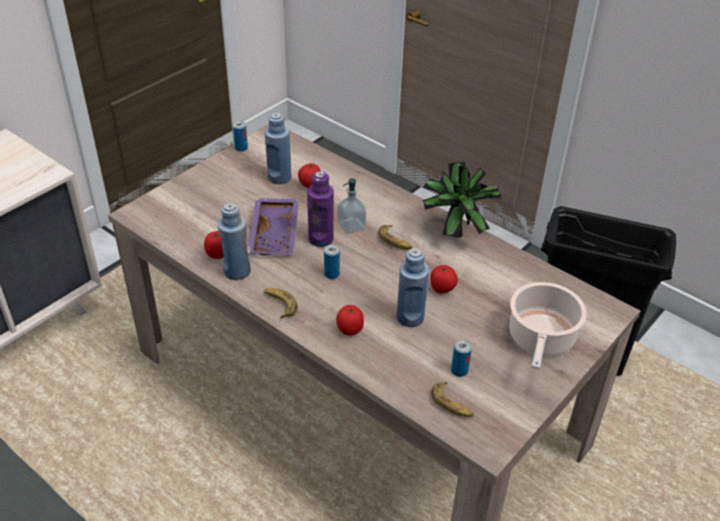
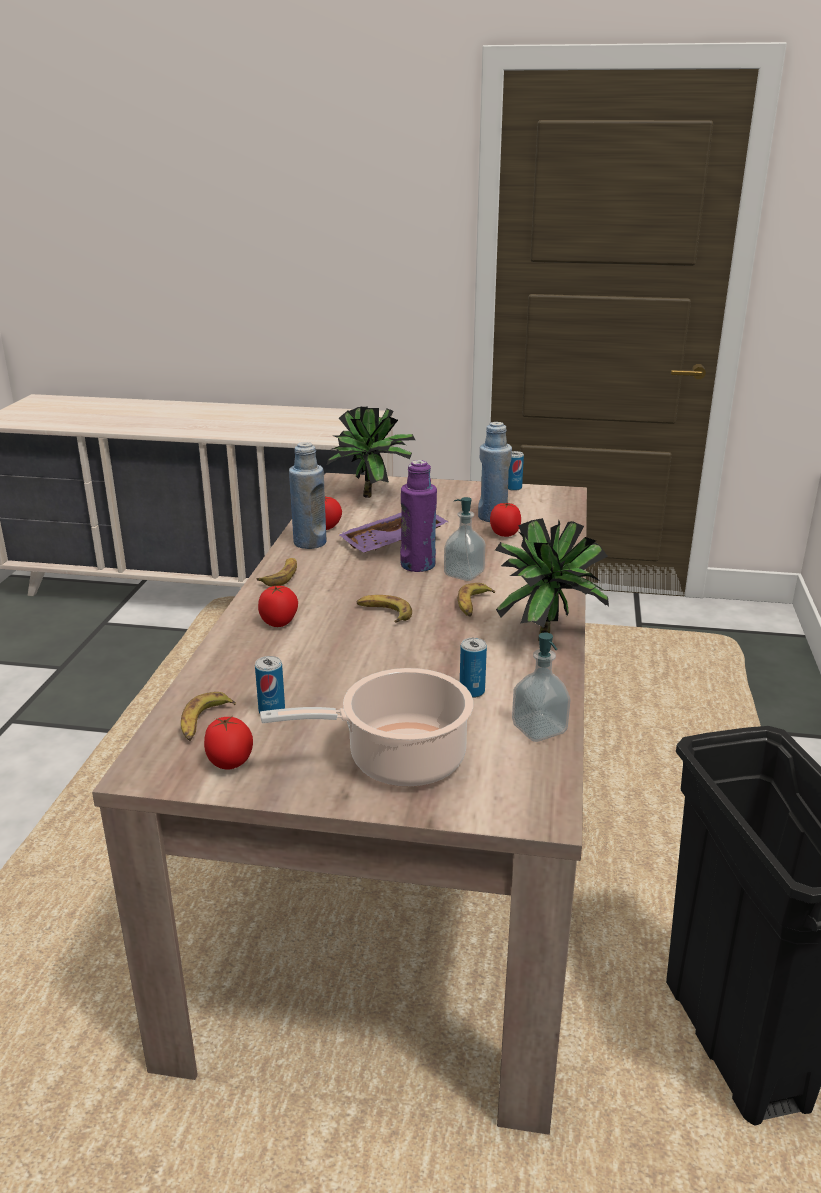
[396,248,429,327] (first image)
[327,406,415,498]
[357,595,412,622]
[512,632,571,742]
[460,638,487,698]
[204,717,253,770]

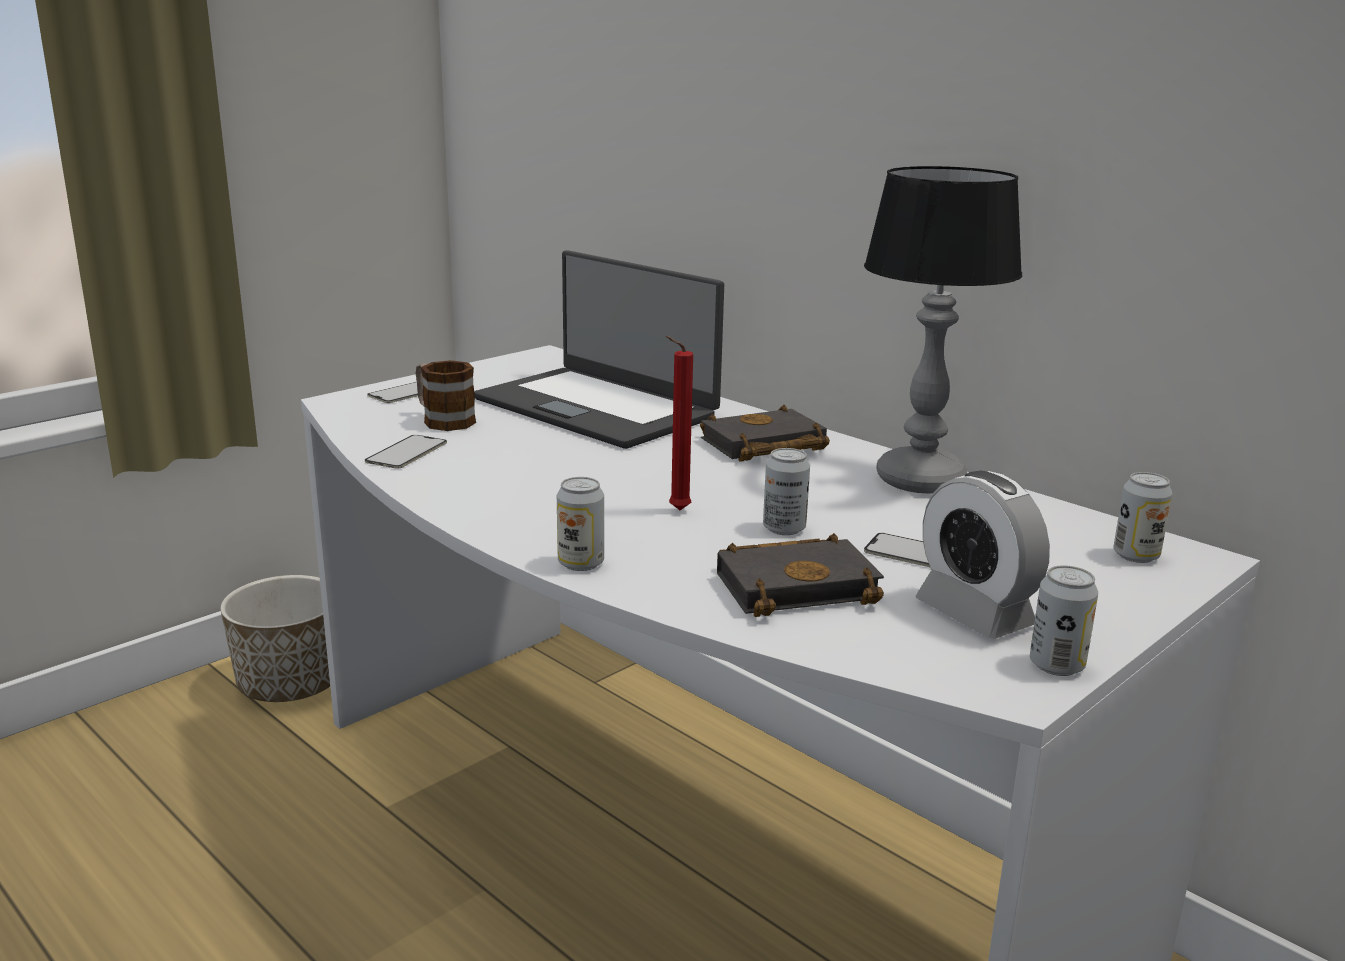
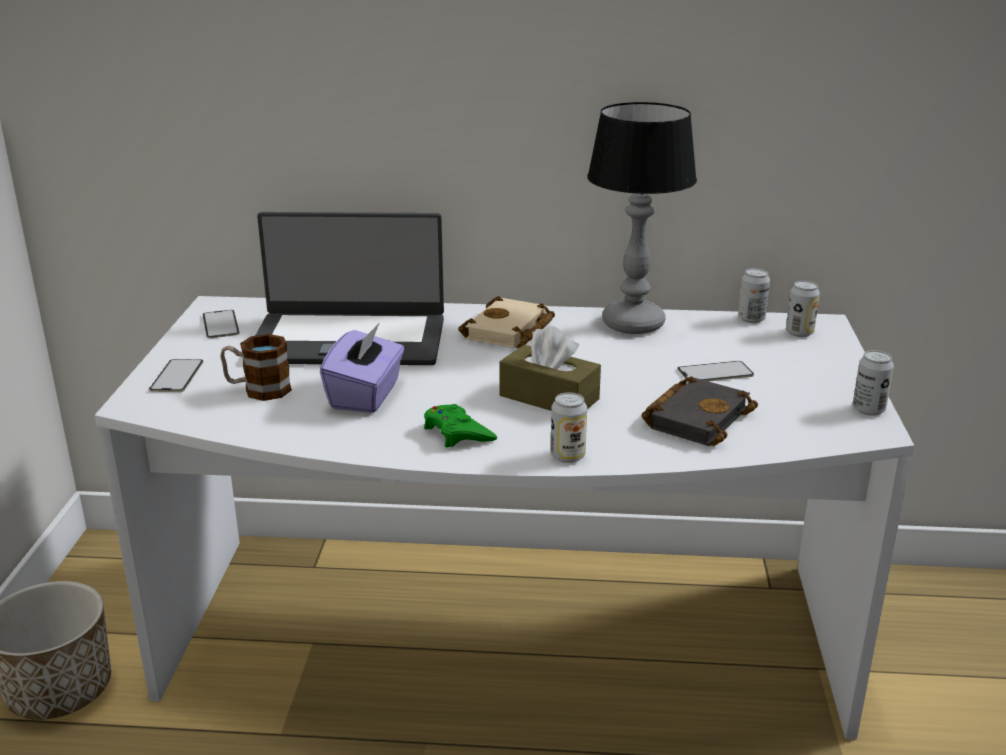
[916,470,1050,639] (first image)
[320,324,404,413]
[424,404,497,447]
[203,310,240,338]
[738,268,770,323]
[500,326,601,411]
[458,296,555,348]

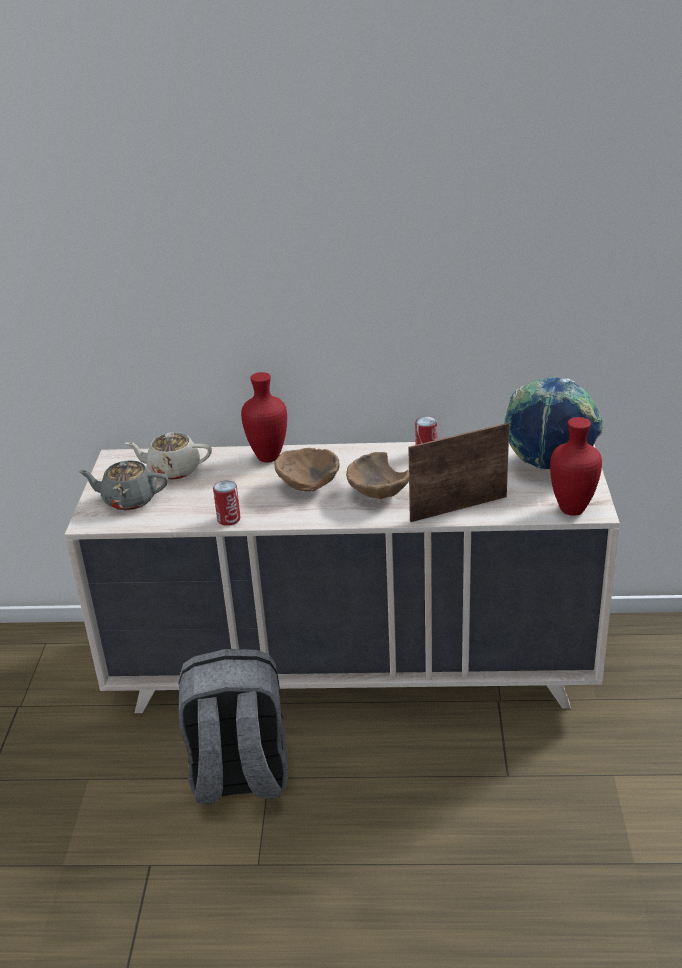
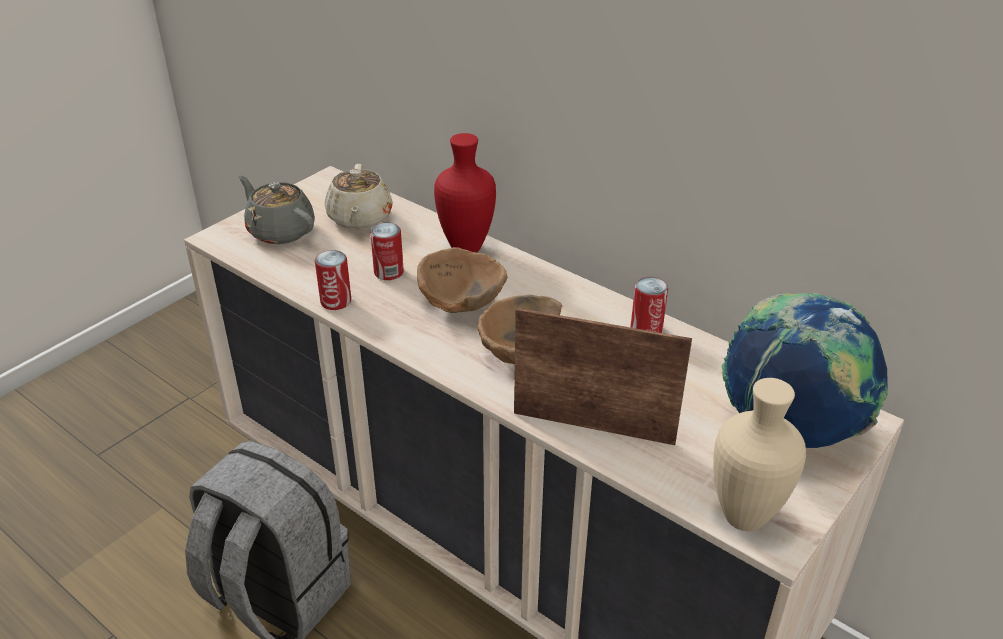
[370,223,404,280]
[713,378,806,531]
[325,164,393,229]

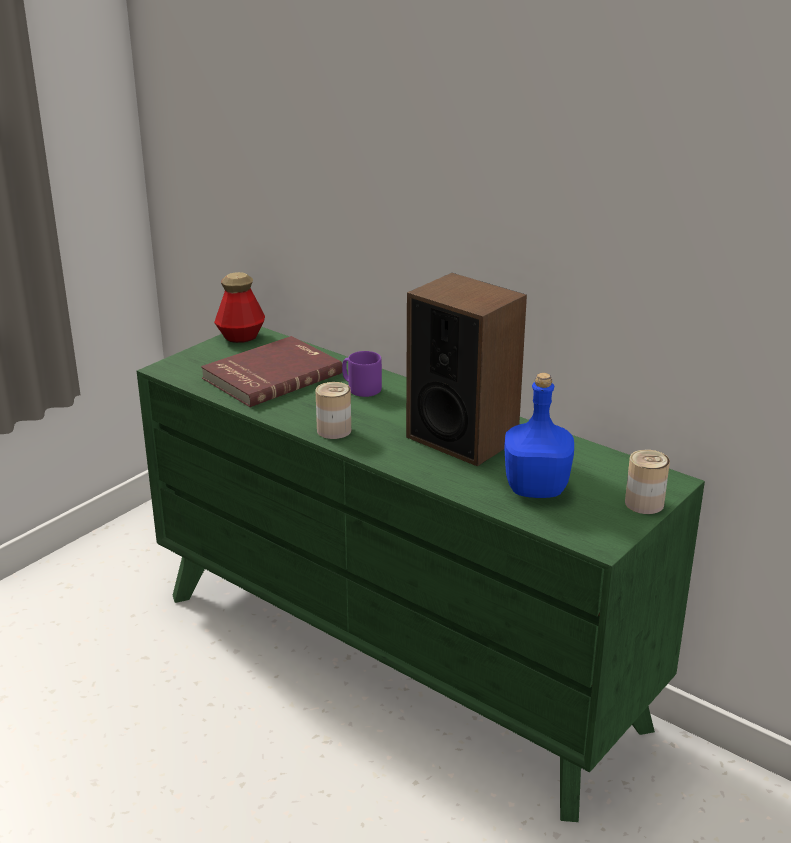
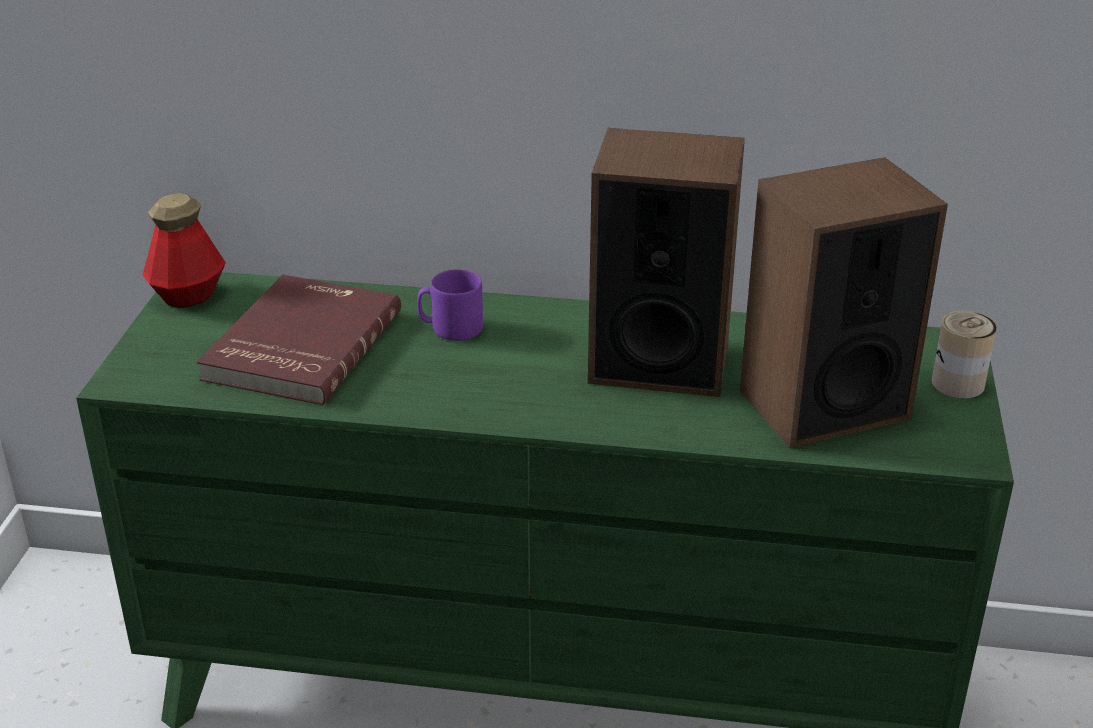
[315,382,351,439] (first image)
[740,157,948,448]

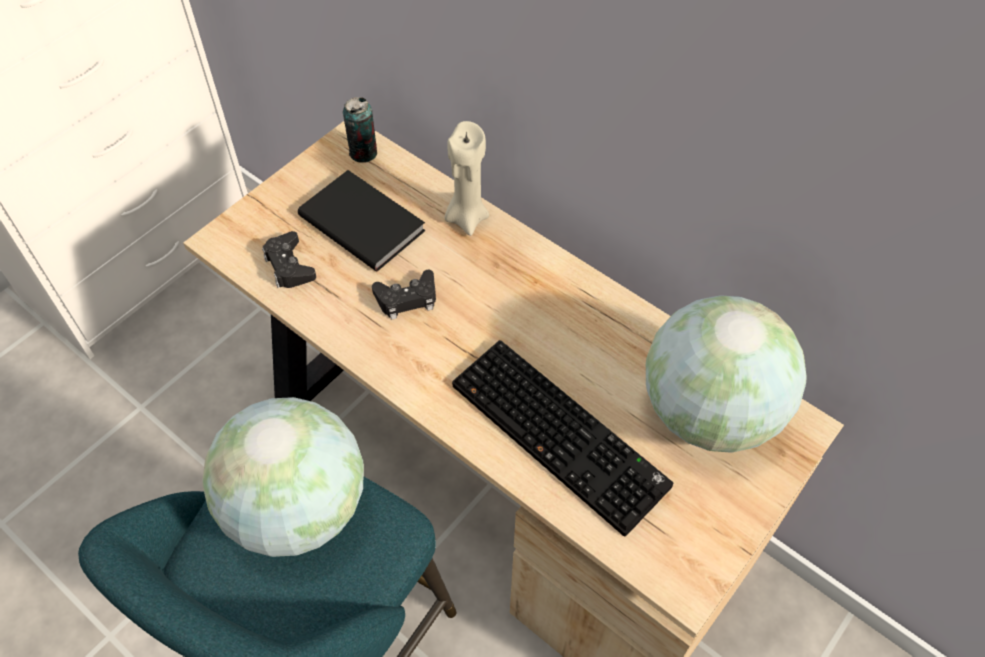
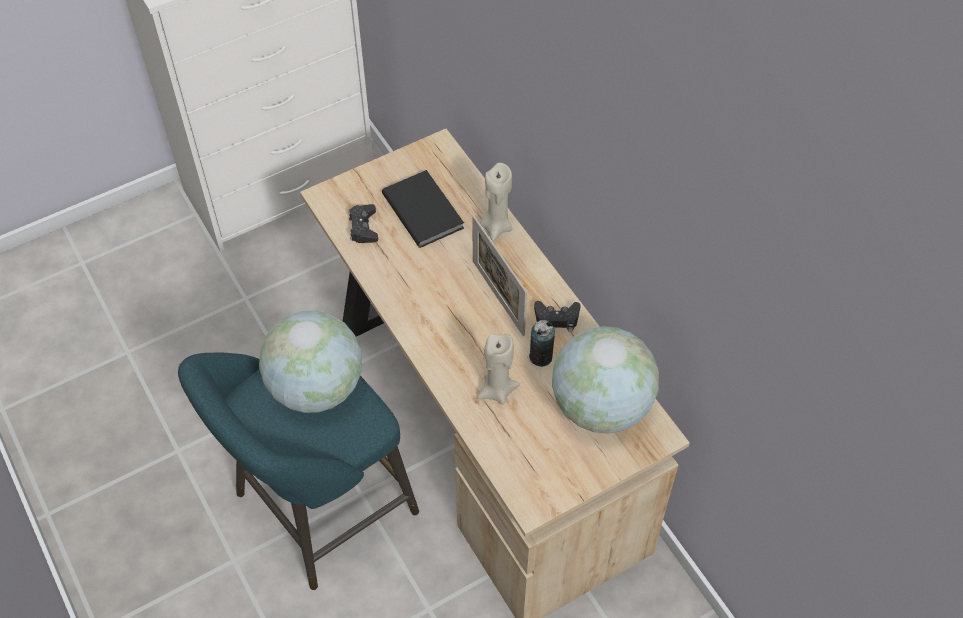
[472,215,527,336]
[529,320,555,367]
[534,301,581,331]
[477,334,520,405]

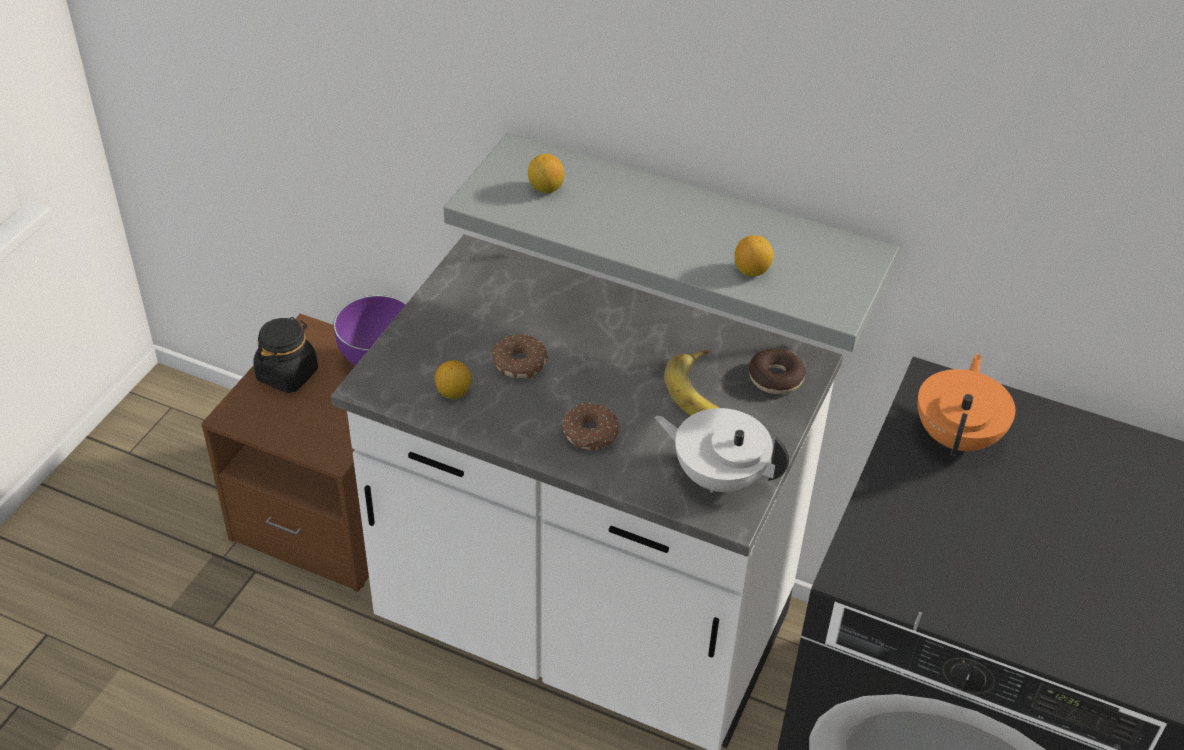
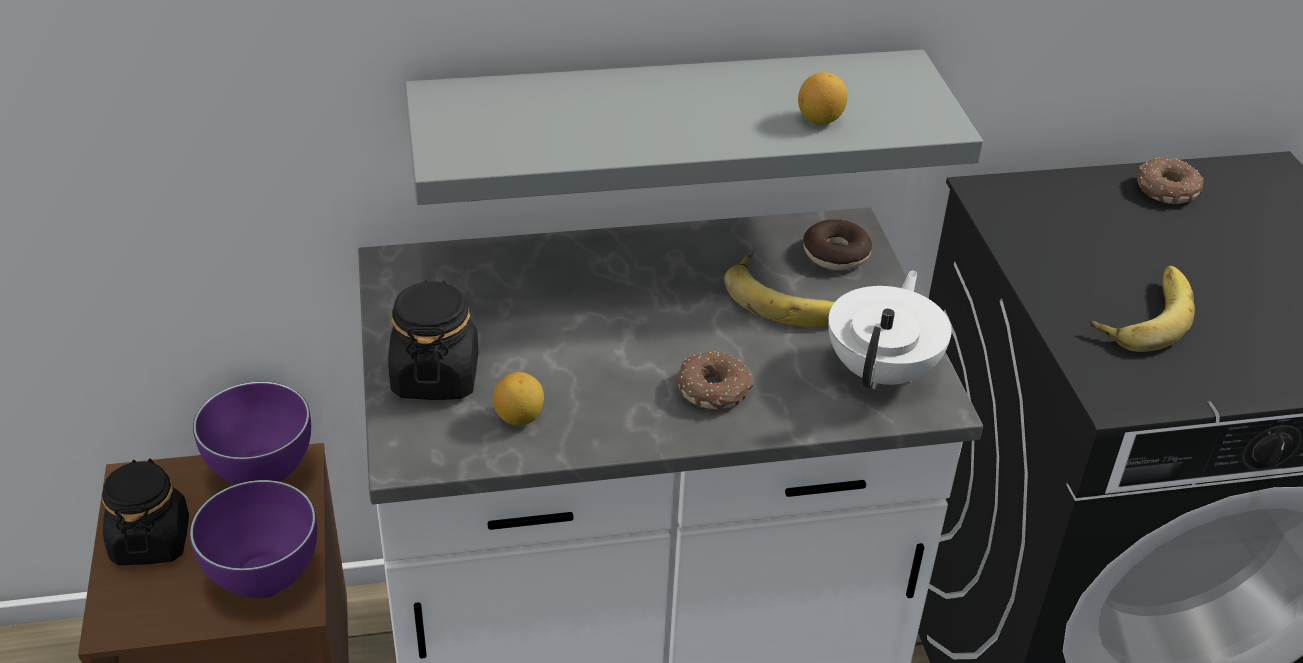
[528,154,564,193] (first image)
[917,354,1016,457] (first image)
[190,480,317,598]
[388,280,478,400]
[1090,266,1195,352]
[1137,157,1204,204]
[828,270,952,389]

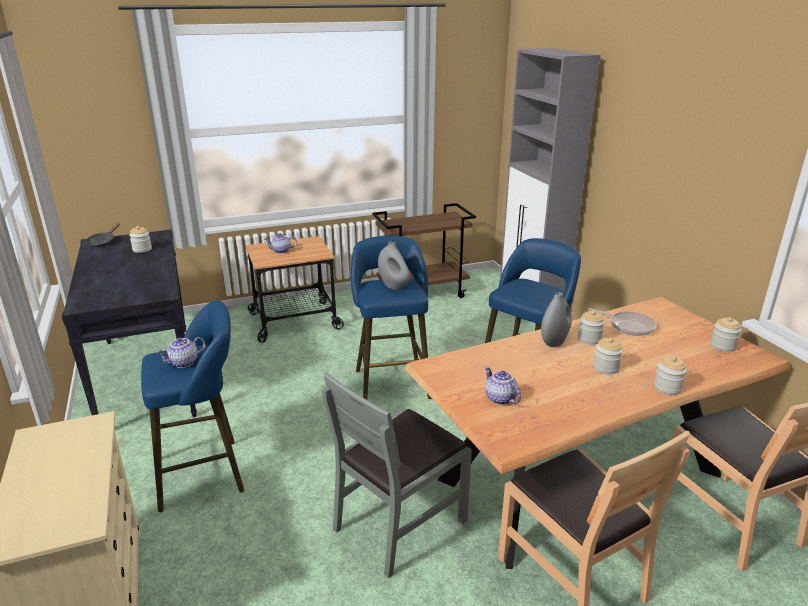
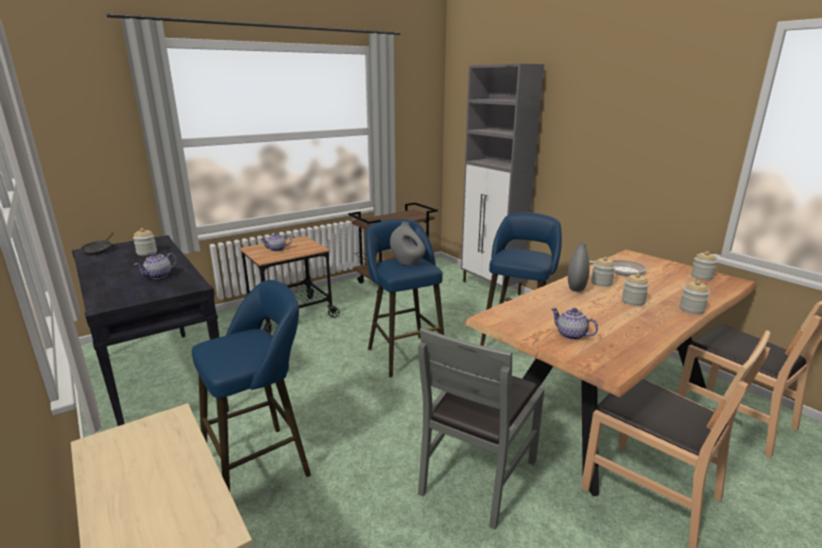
[134,253,177,279]

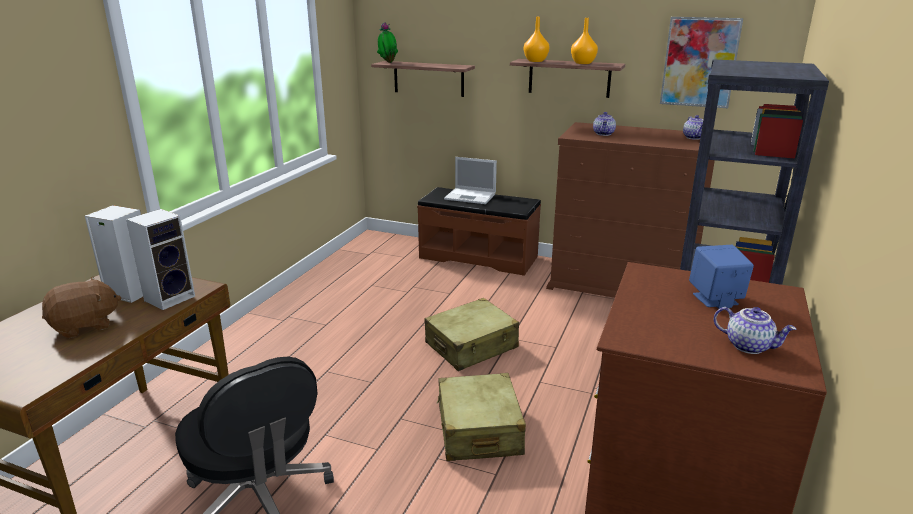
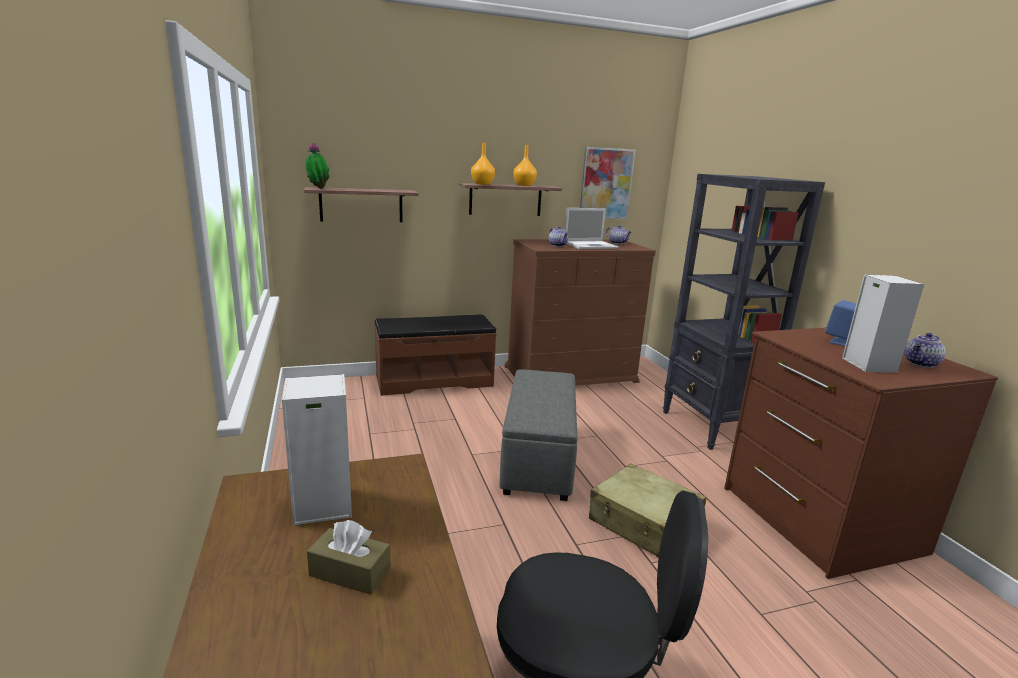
[842,274,924,373]
[565,208,619,249]
[307,520,391,595]
[499,369,578,501]
[904,333,946,368]

